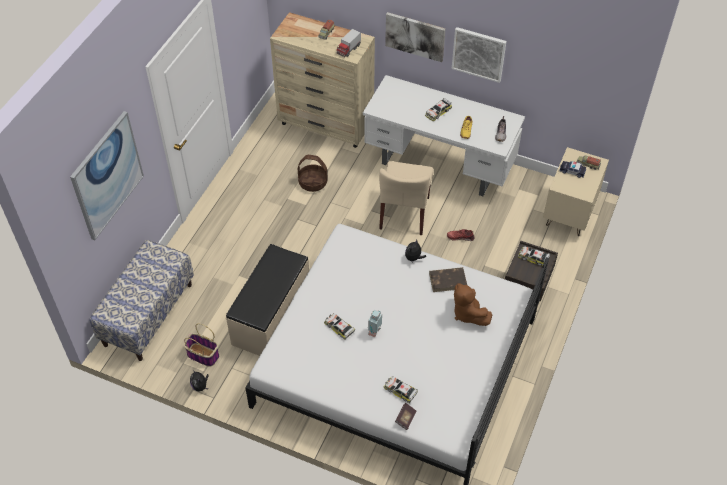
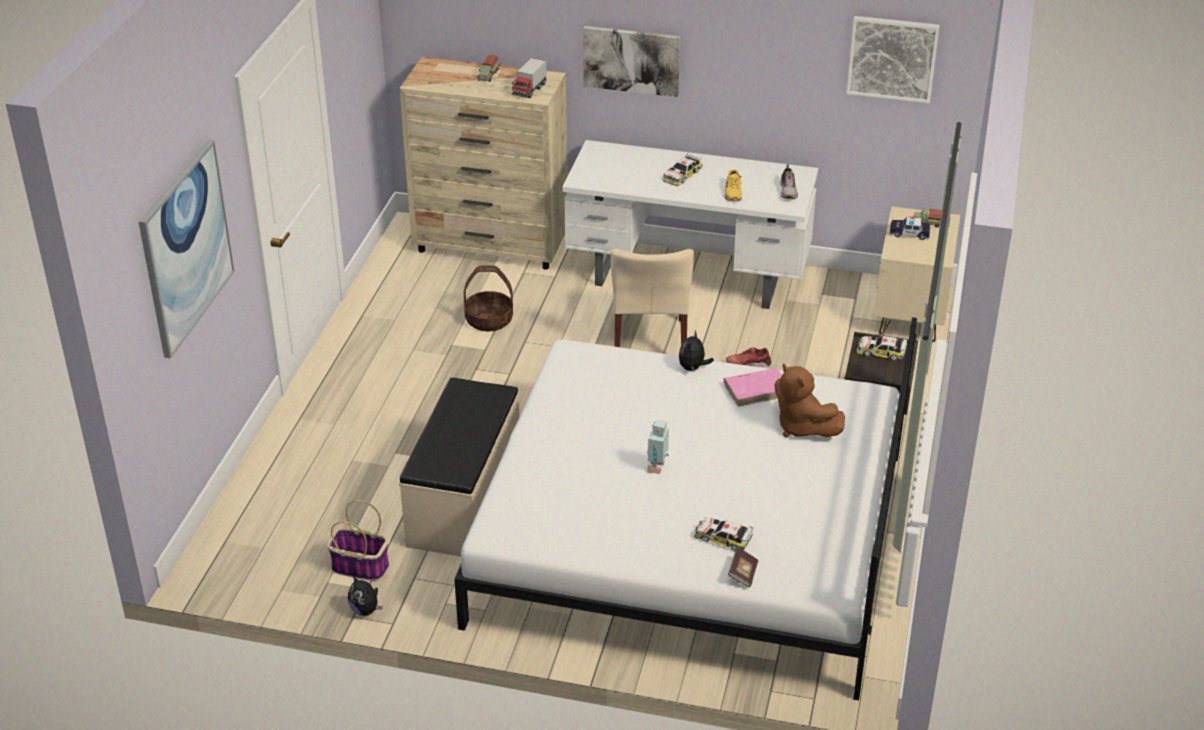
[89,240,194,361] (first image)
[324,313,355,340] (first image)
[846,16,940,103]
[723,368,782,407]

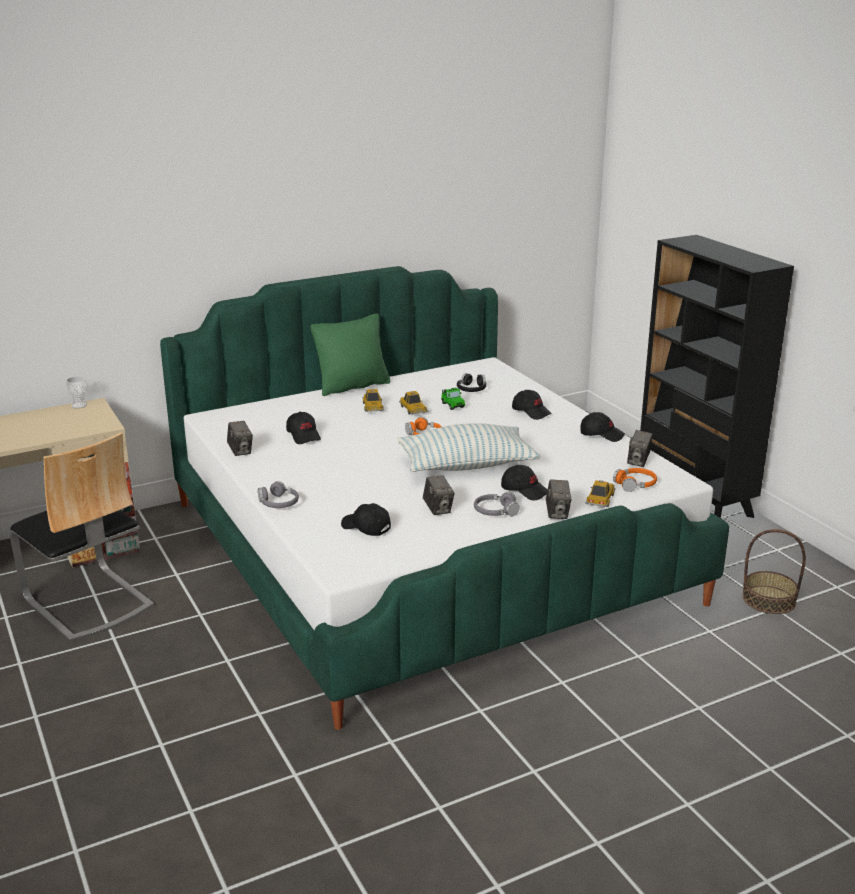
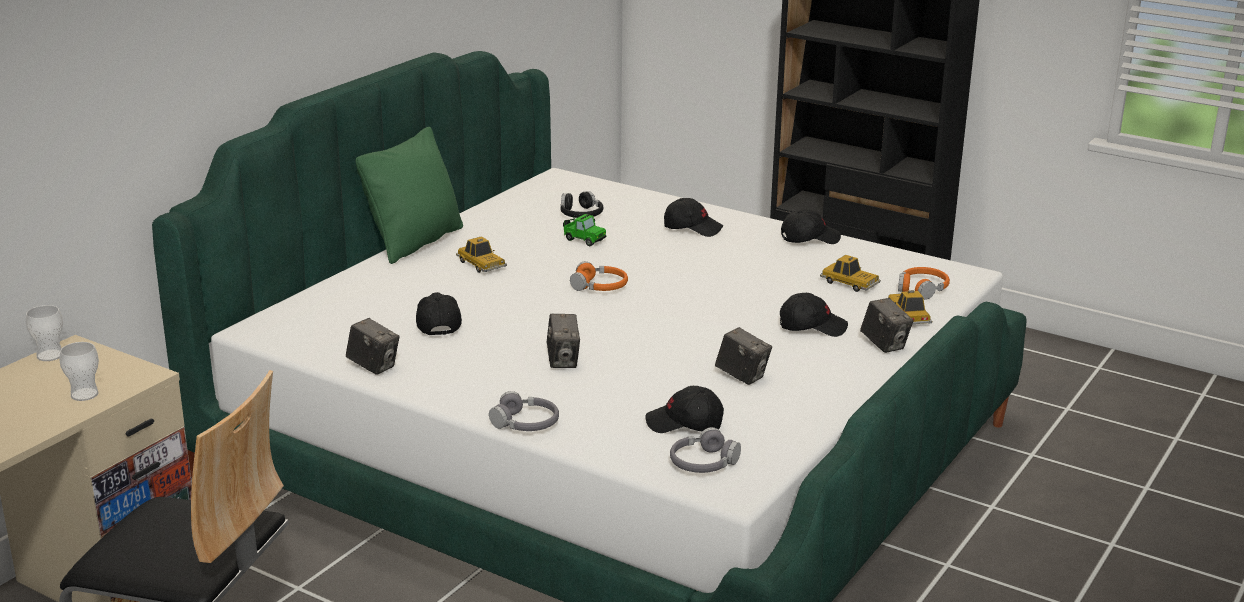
[397,423,540,472] (first image)
[743,529,806,614] (first image)
[59,342,99,401]
[820,255,881,292]
[670,427,741,473]
[547,314,580,368]
[416,292,462,335]

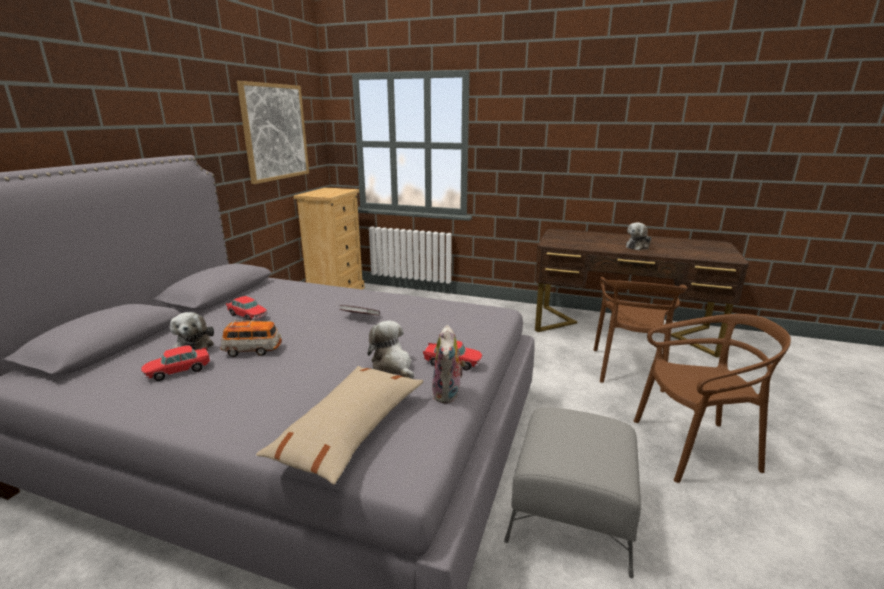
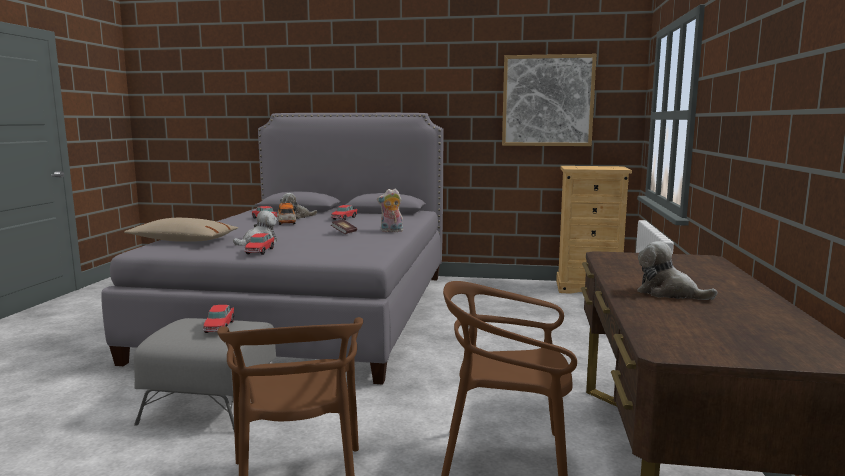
[203,305,234,333]
[377,189,403,232]

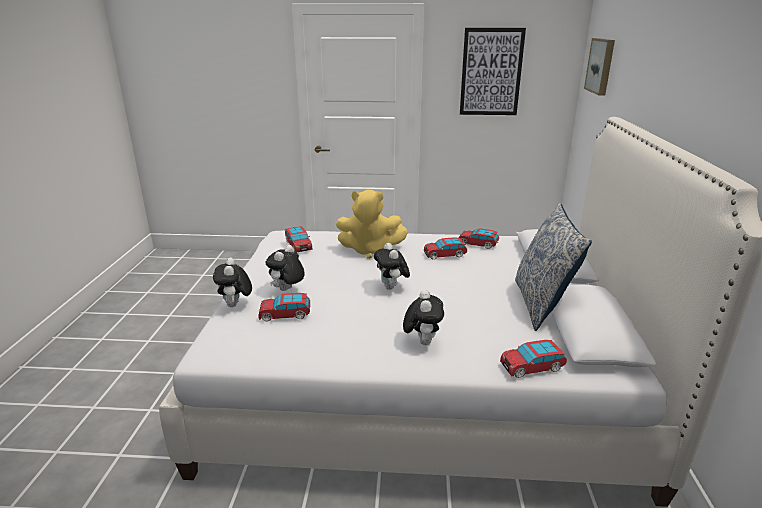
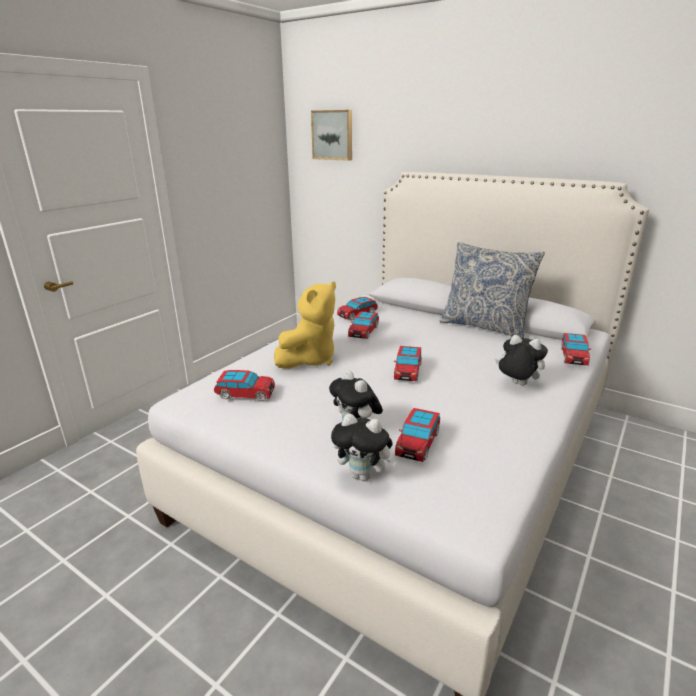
[460,28,526,115] (first image)
[394,346,421,381]

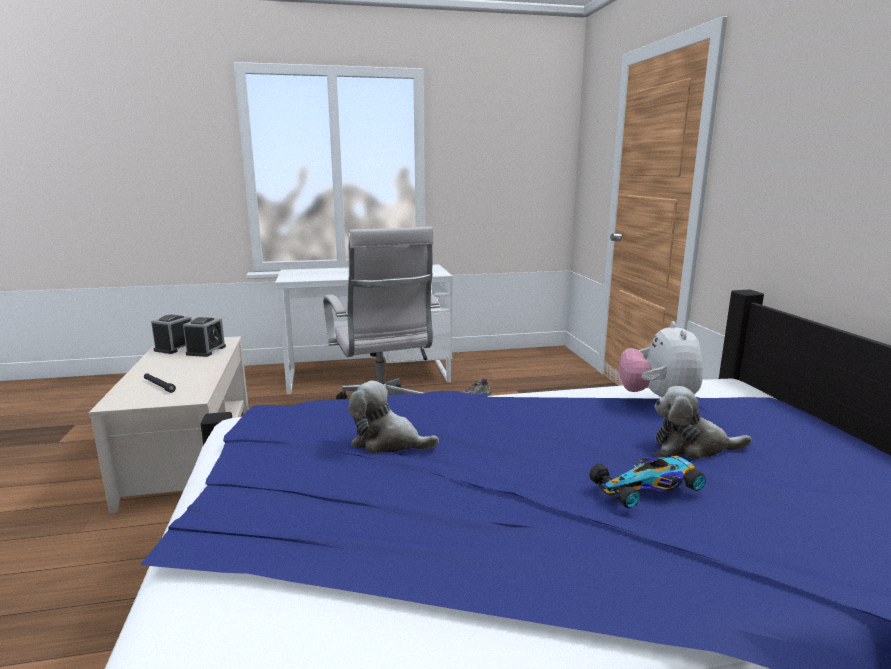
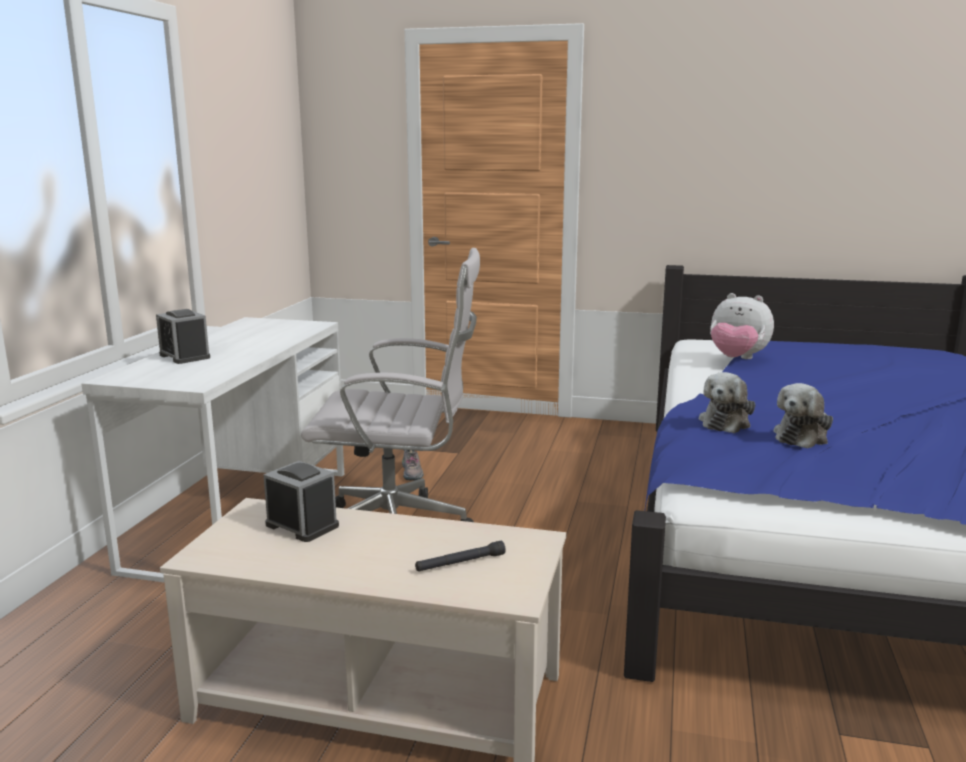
[589,449,706,508] (first image)
[156,309,210,364]
[699,372,755,433]

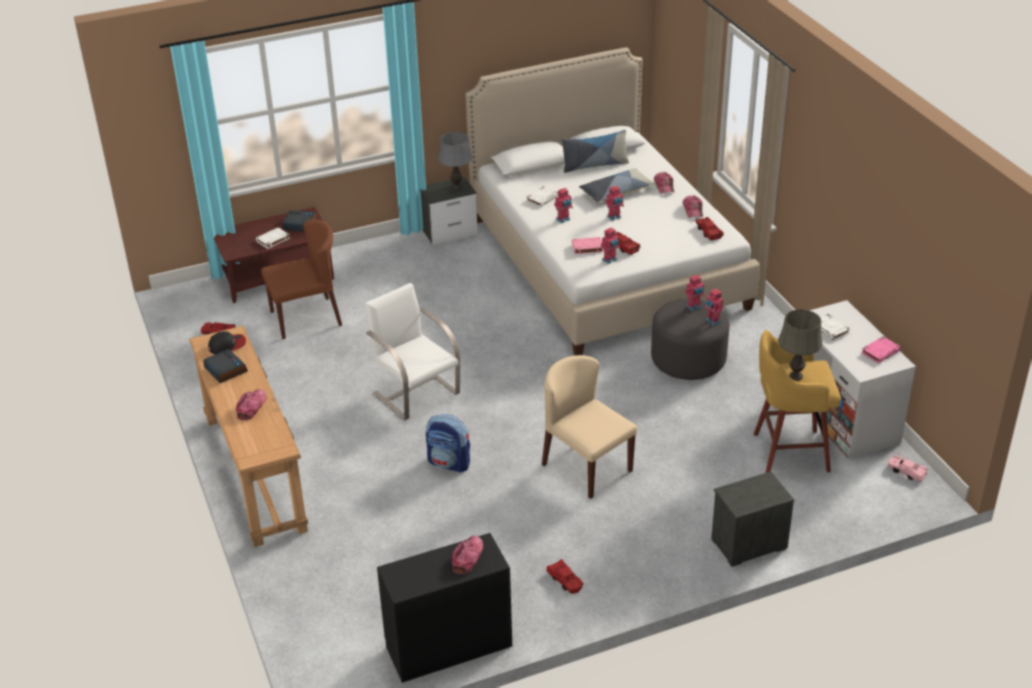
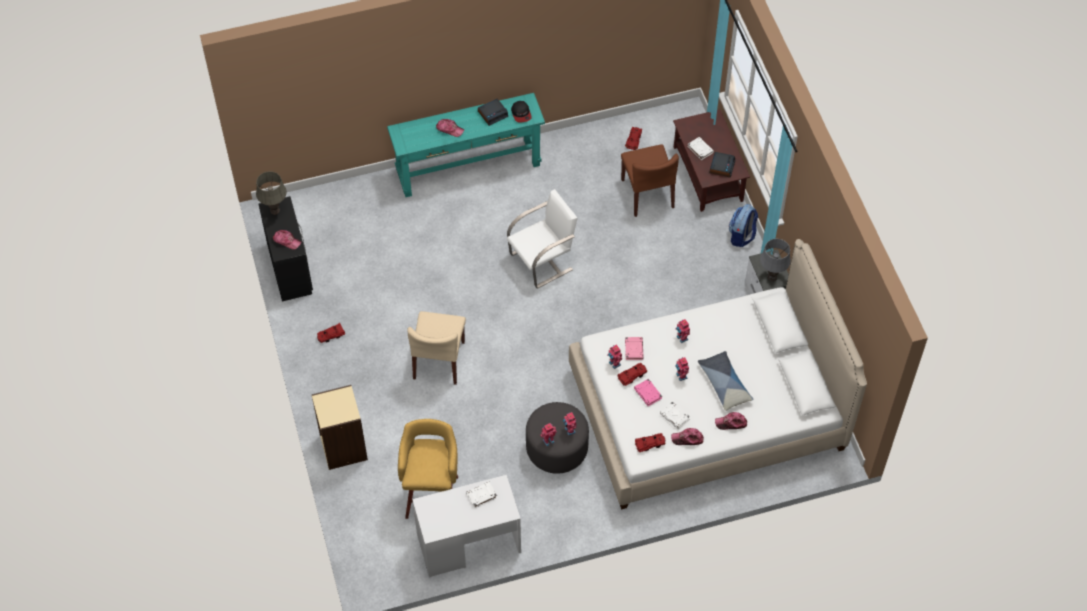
[562,130,629,173] (first image)
[888,455,928,482] (first image)
[729,204,758,247]
[660,402,690,429]
[256,171,287,215]
[634,379,662,406]
[312,385,368,470]
[387,93,545,197]
[407,311,466,385]

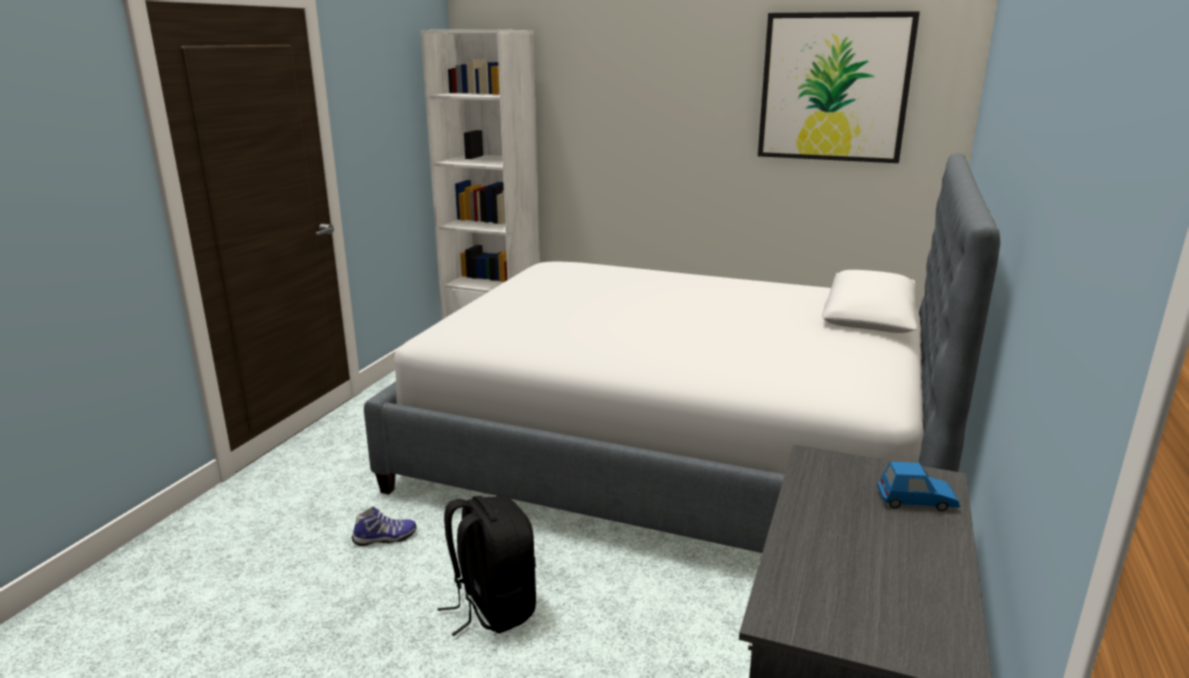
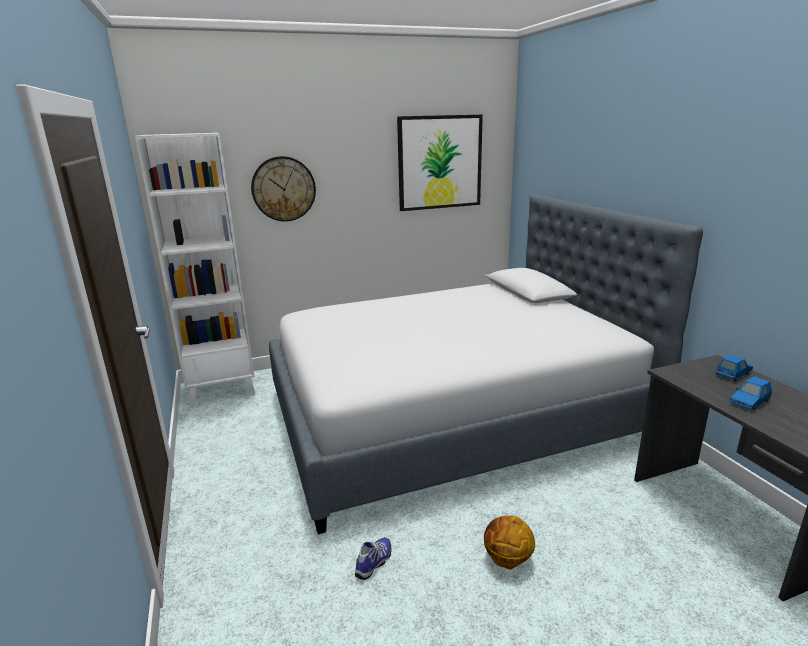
[251,156,316,221]
[730,376,772,410]
[484,516,535,569]

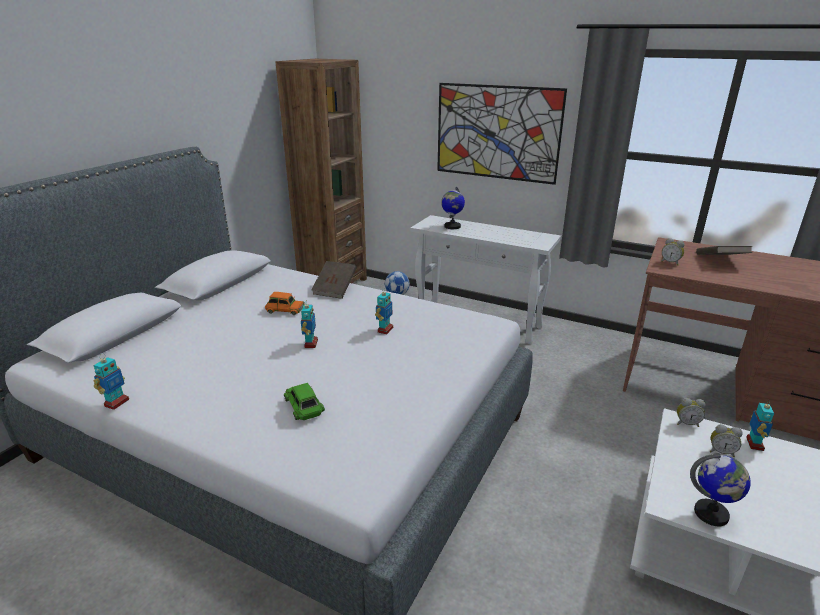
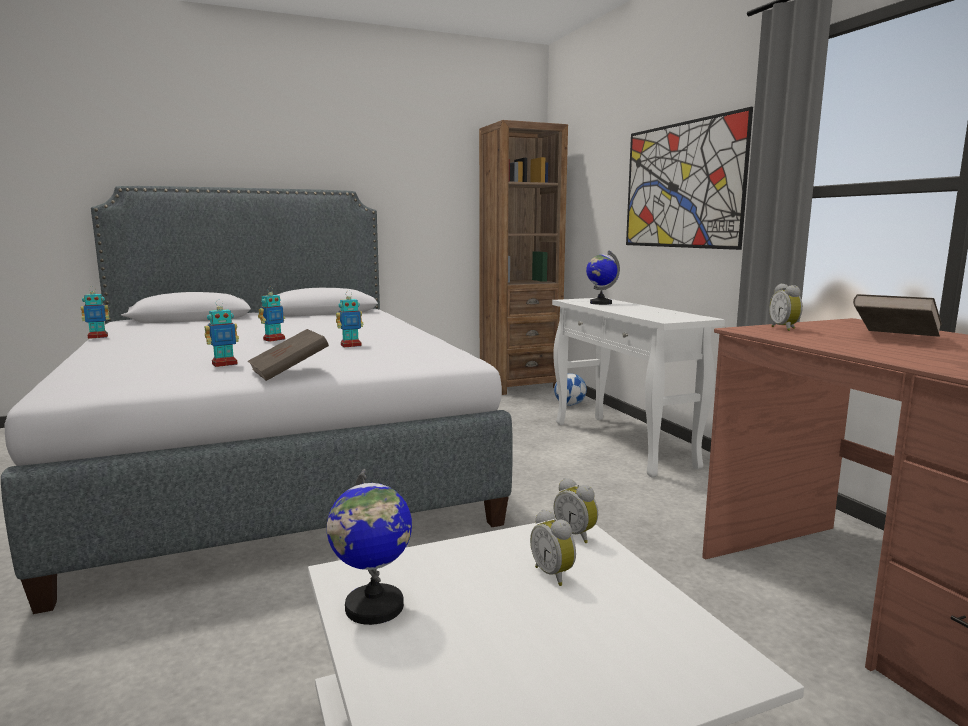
[265,292,305,315] (first image)
[284,383,325,420] (first image)
[248,329,329,381]
[205,300,239,367]

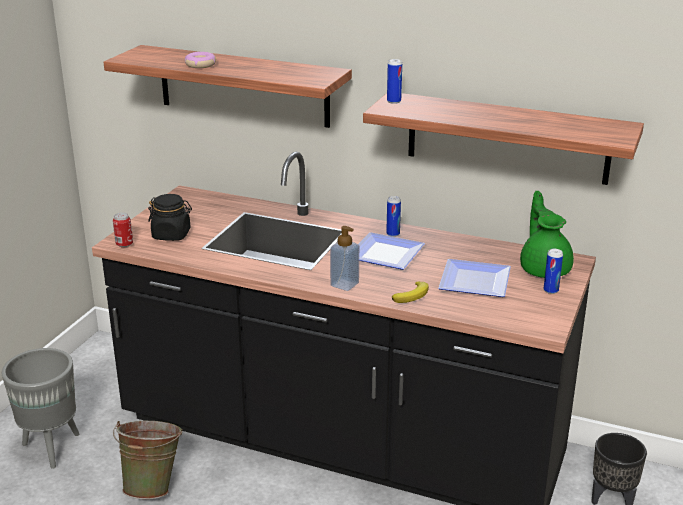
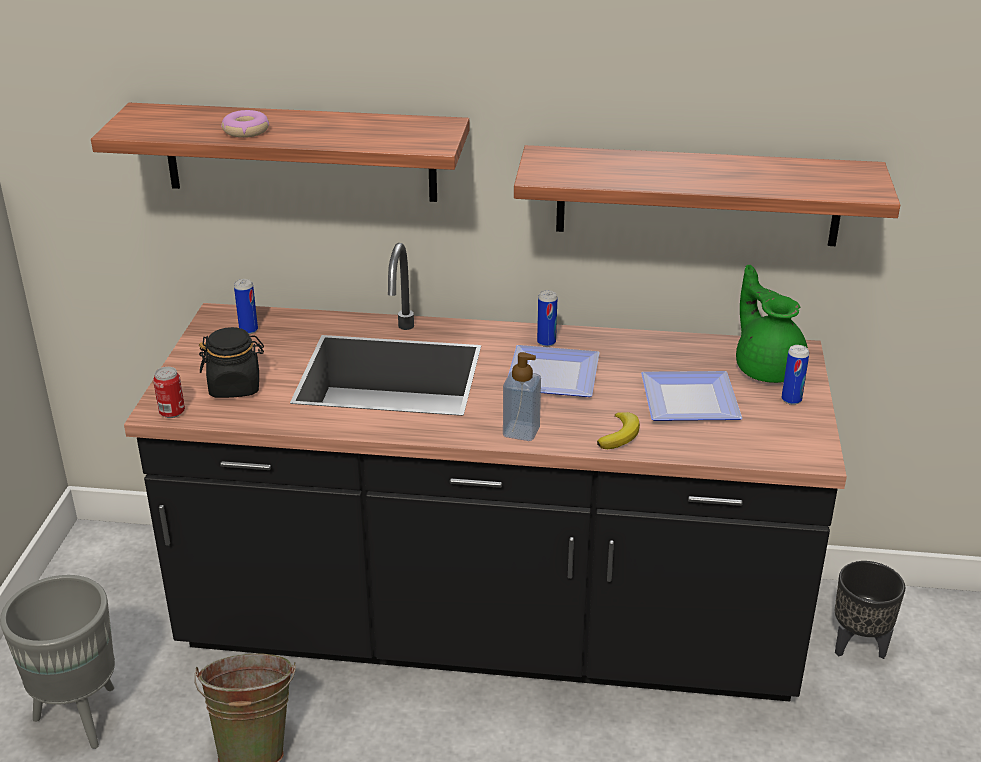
[234,279,258,334]

